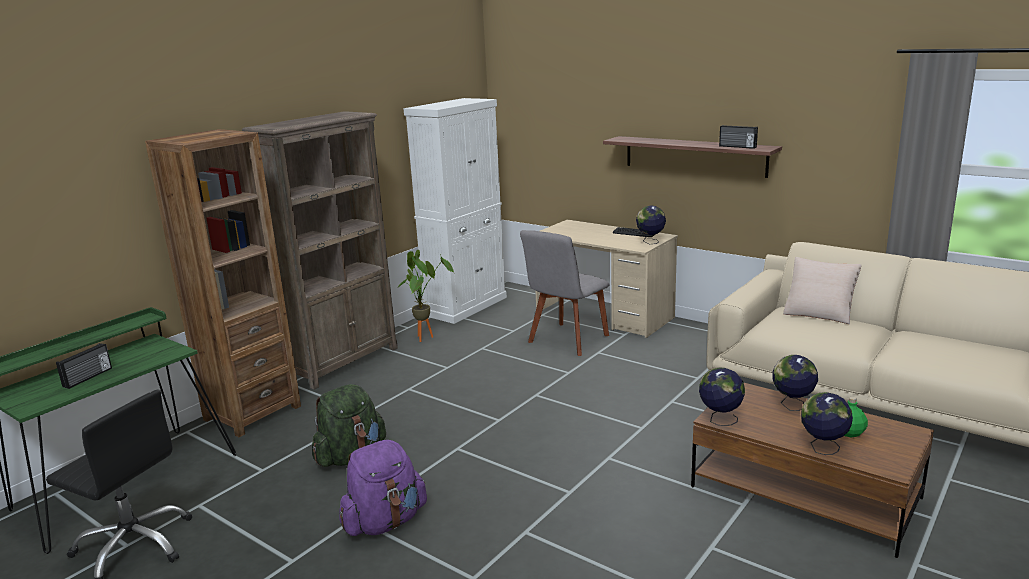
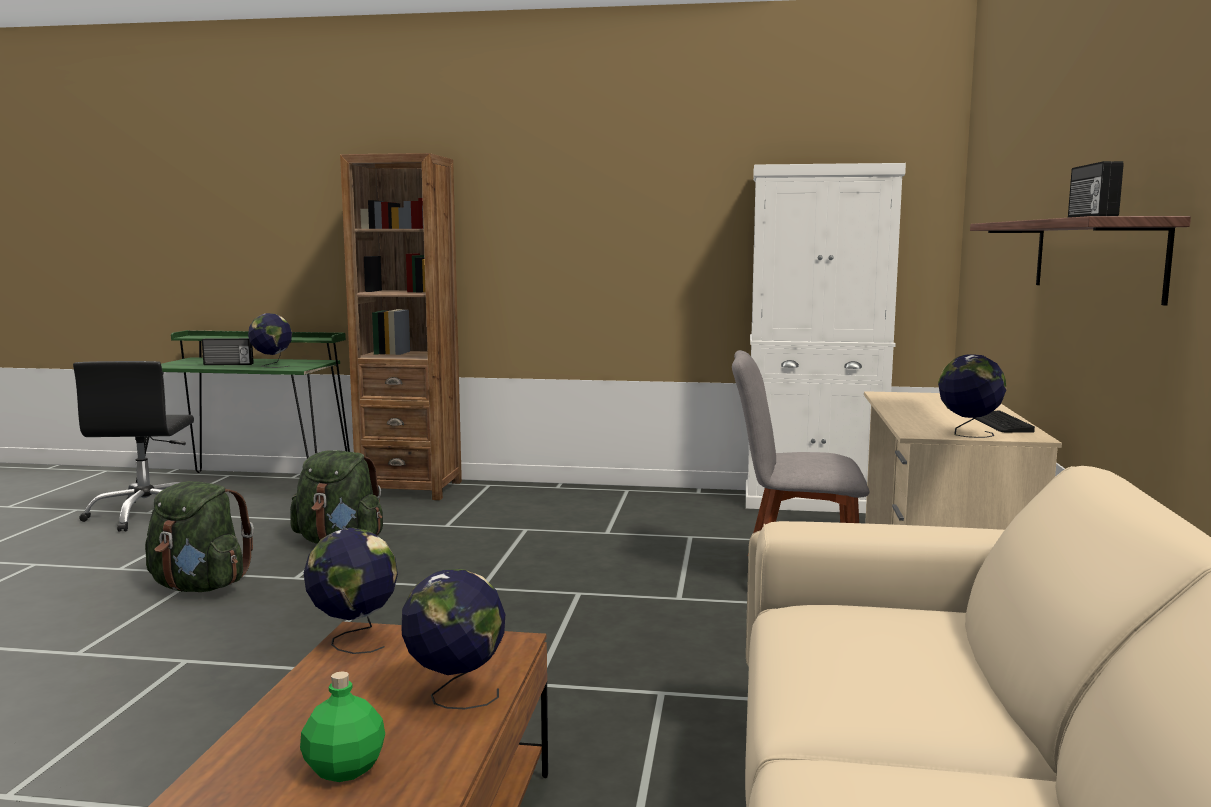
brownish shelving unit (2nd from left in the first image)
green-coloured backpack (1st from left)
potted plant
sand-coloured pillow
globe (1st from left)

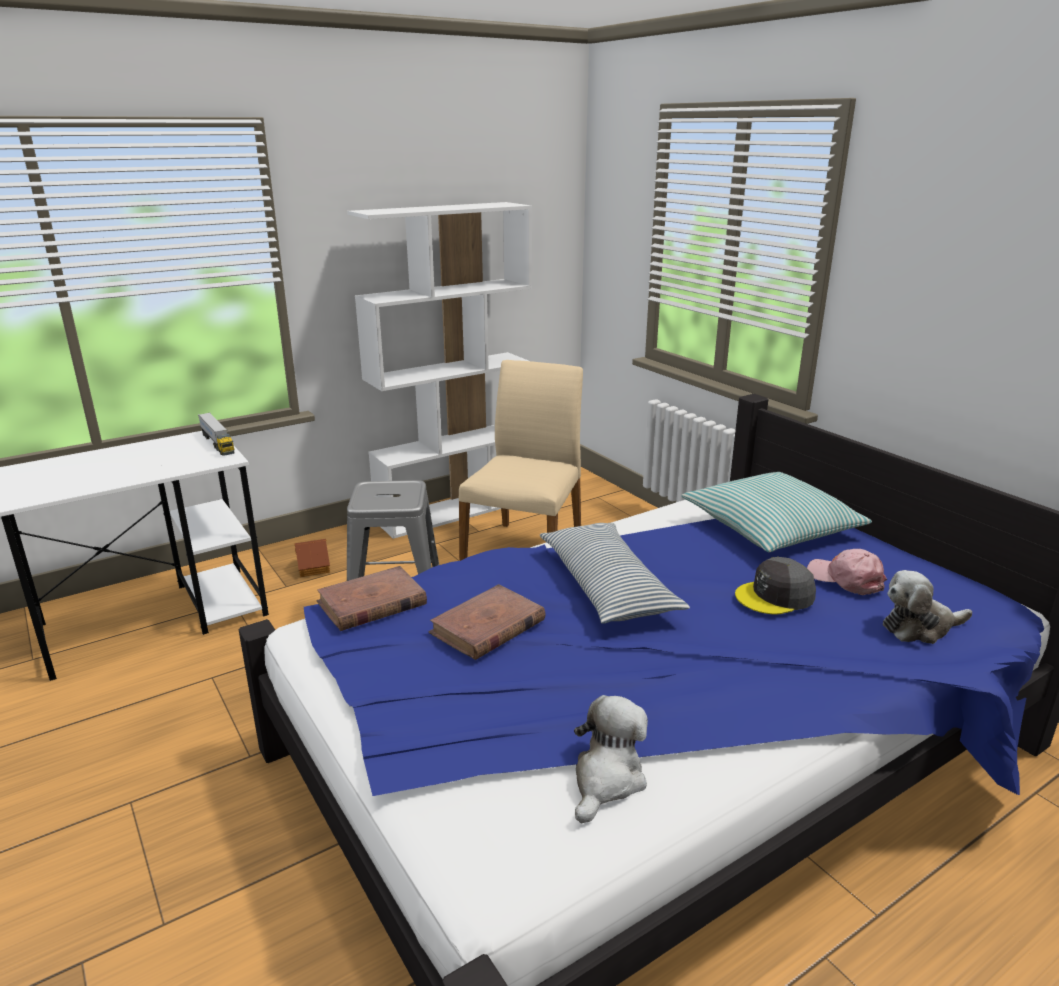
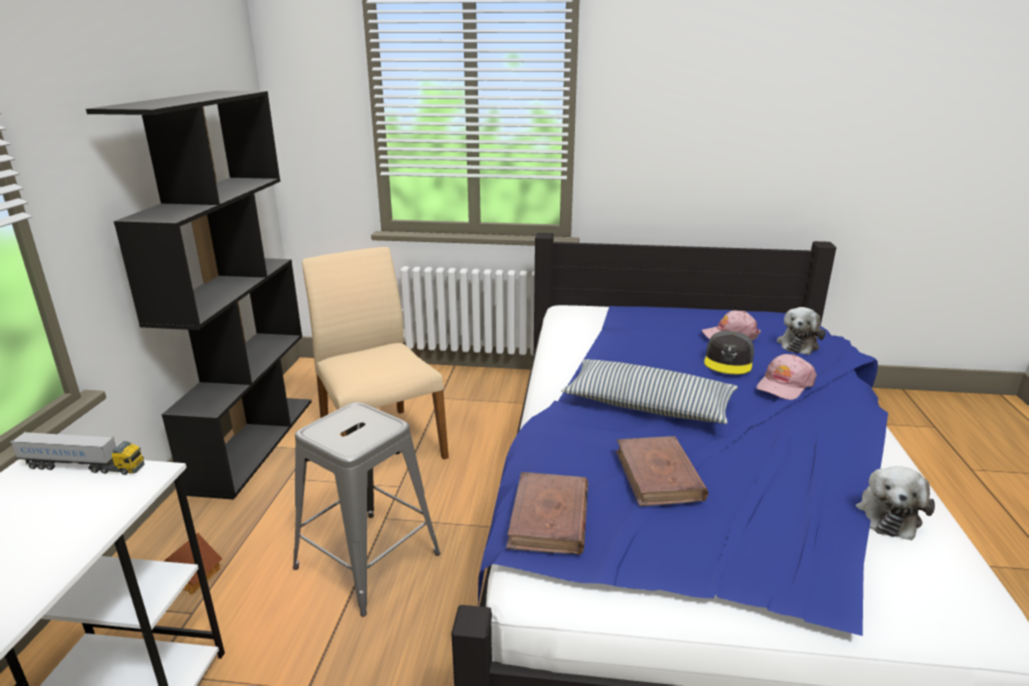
black-coloured shelving unit
plush toy (2nd from left)
pillow (2nd from left in the first image)
pinkish peaked cap (2nd from left)

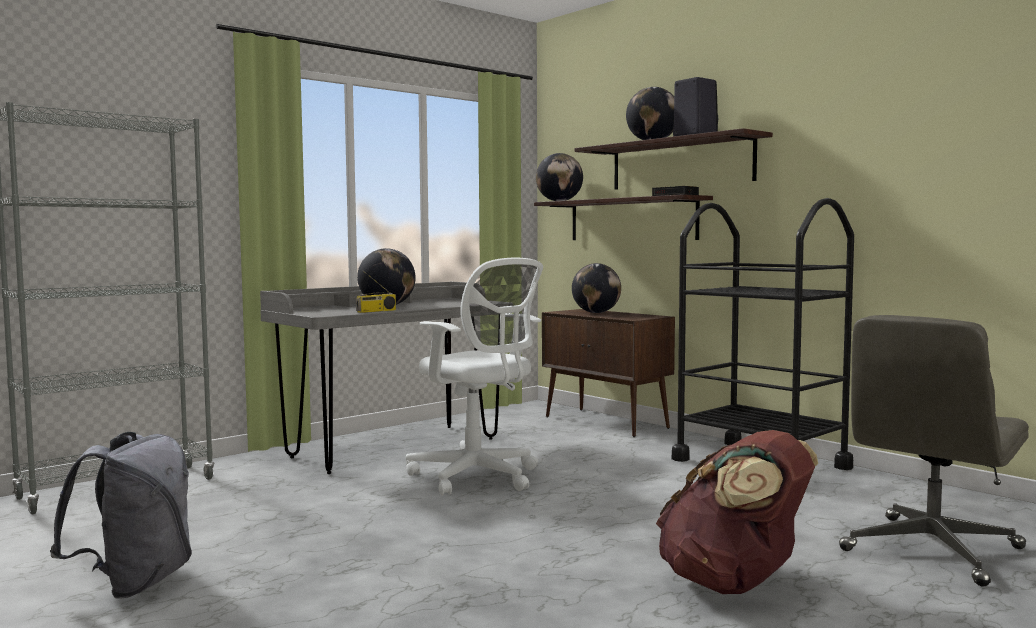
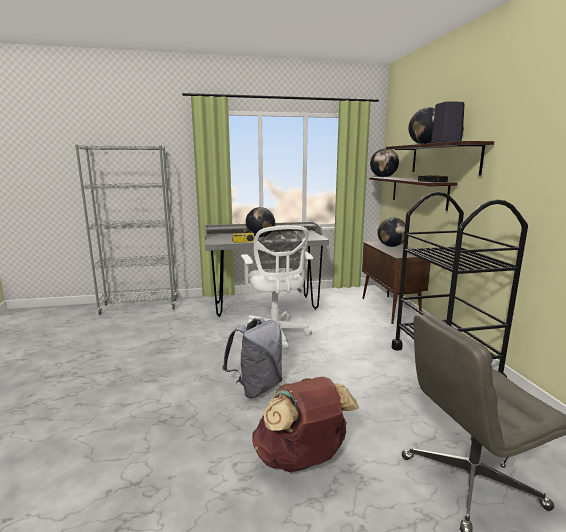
greyish backpack

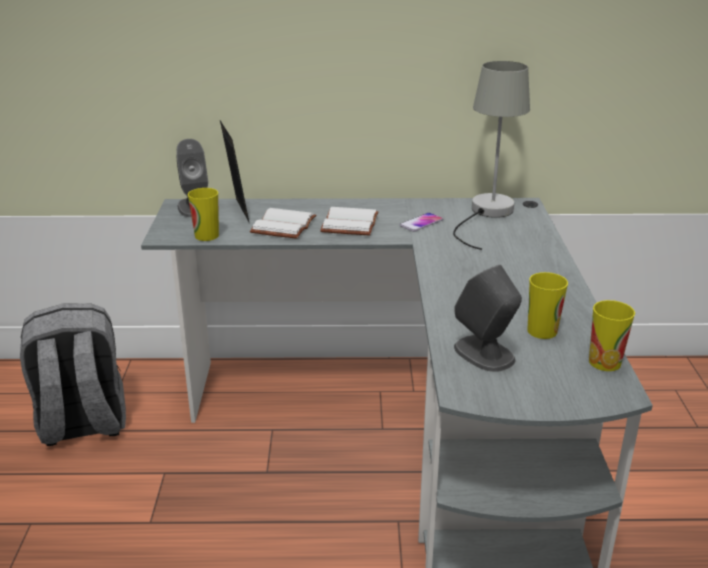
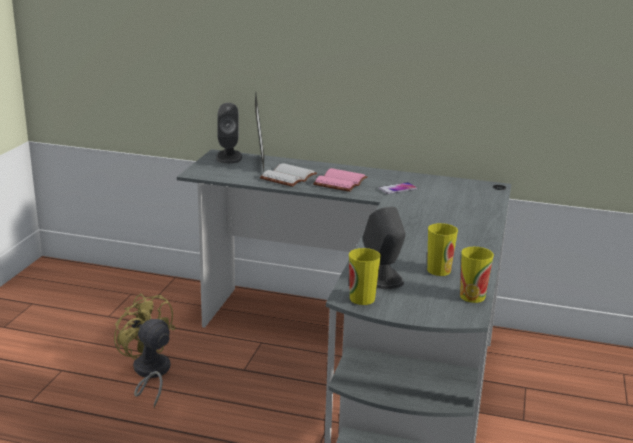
greyish backpack
small cup (1st from left)
pinkish volume
greyish tabletop lamp
yellowish cooling fan

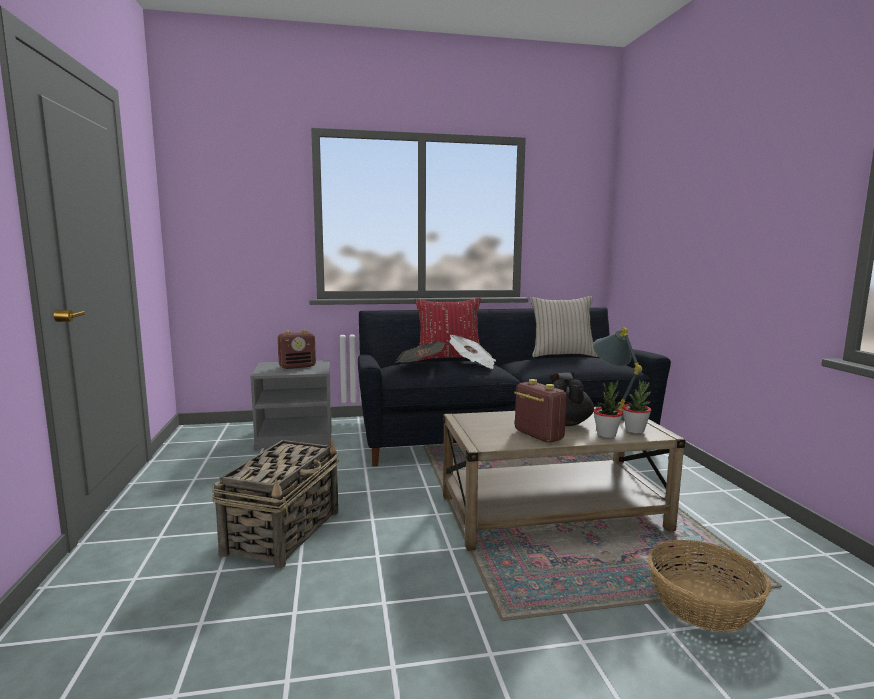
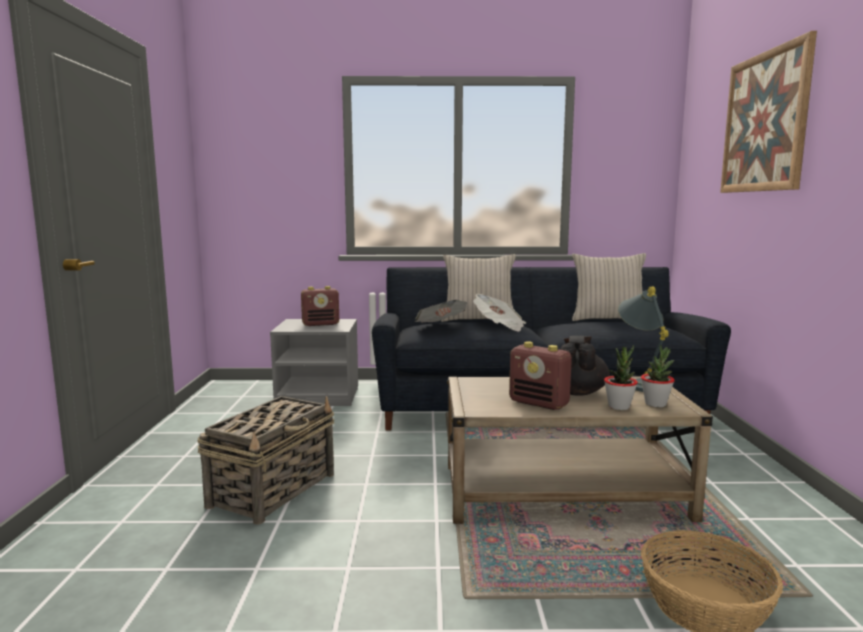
sand-coloured pillow (1st from left)
radio set (2nd from left)
picture

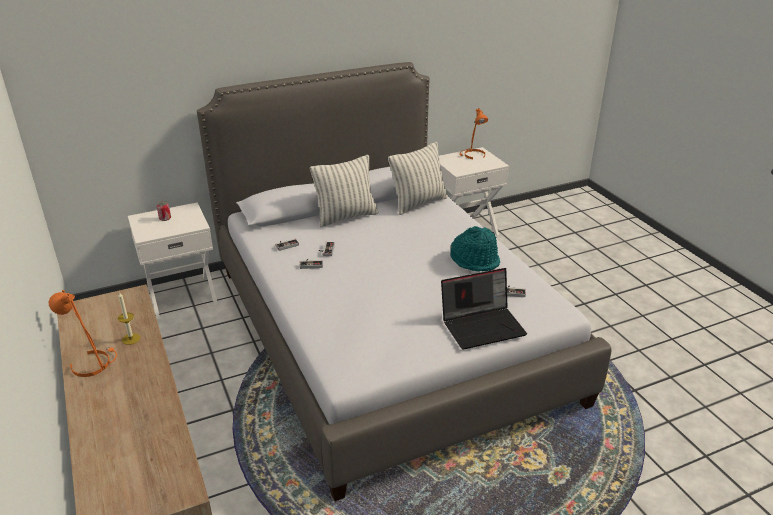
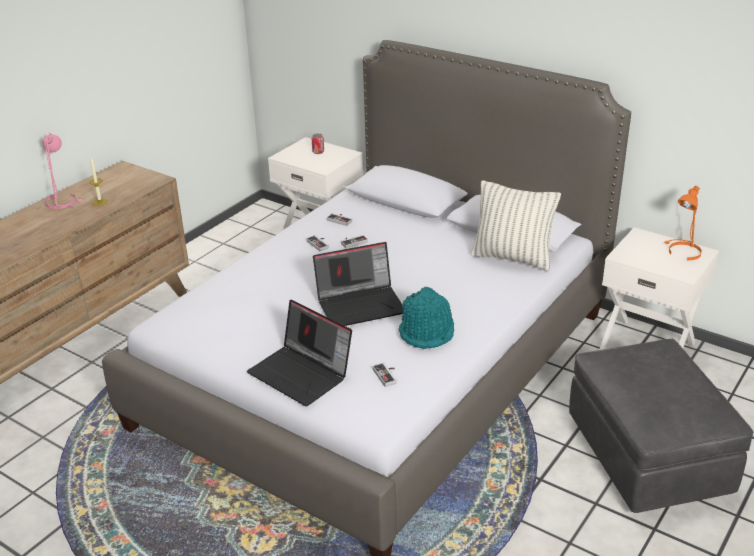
pinkish tabletop lamp
pillow (1st from left in the first image)
portable computer (2nd from left)
greyish footrest

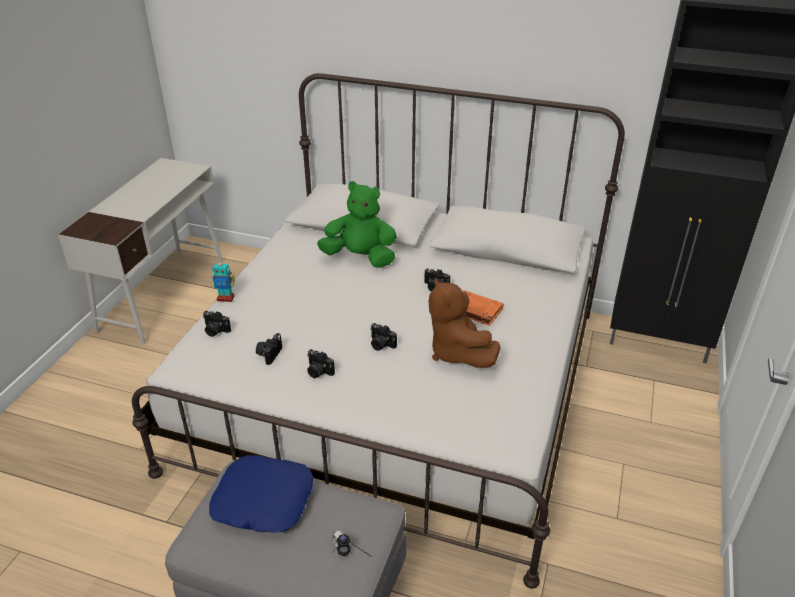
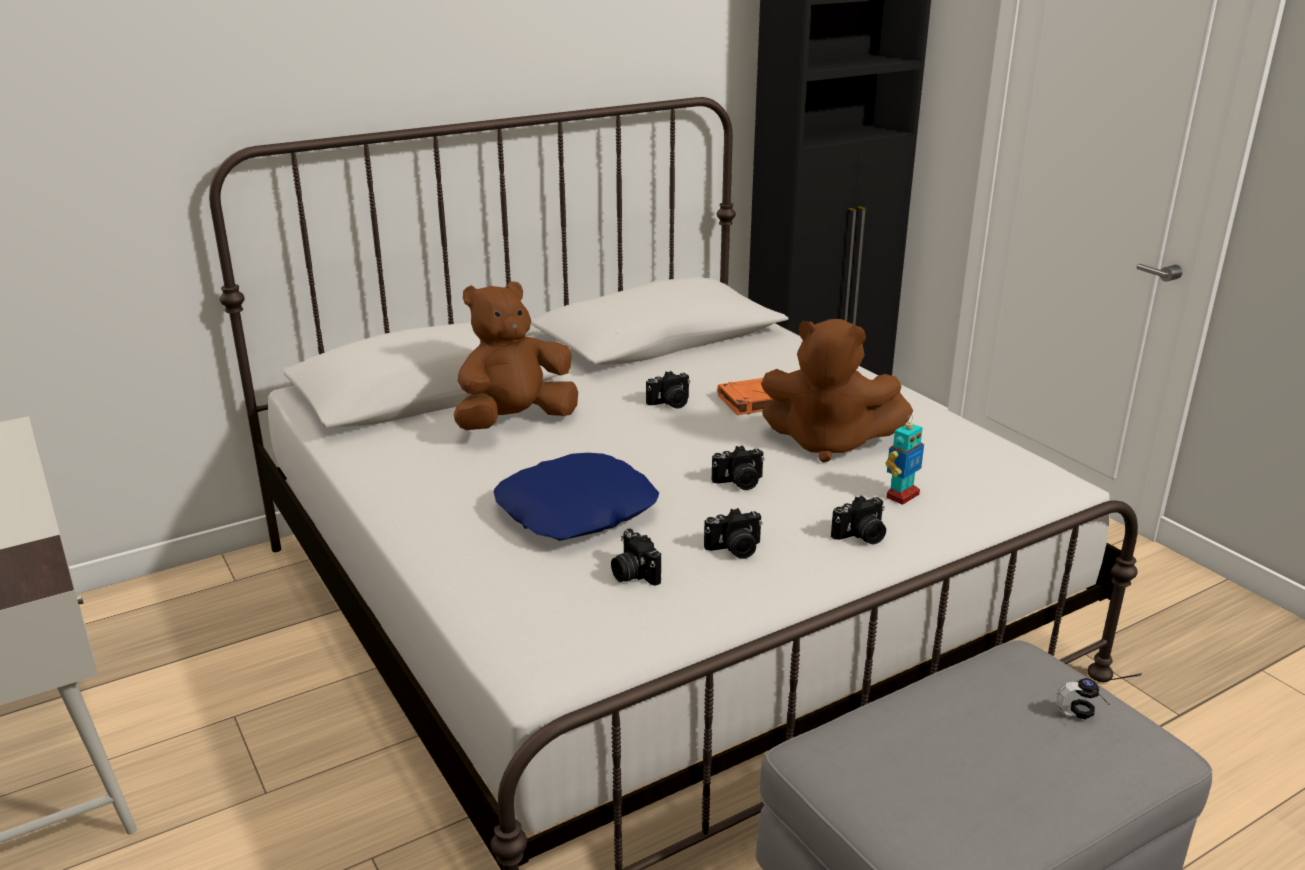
still camera (5th from left)
blue-coloured pillow
toy robot
brownish plush toy (1st from left)

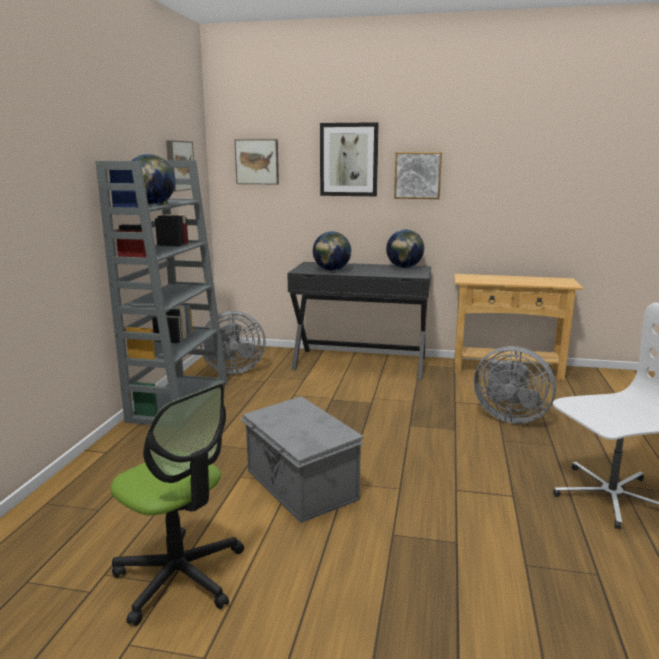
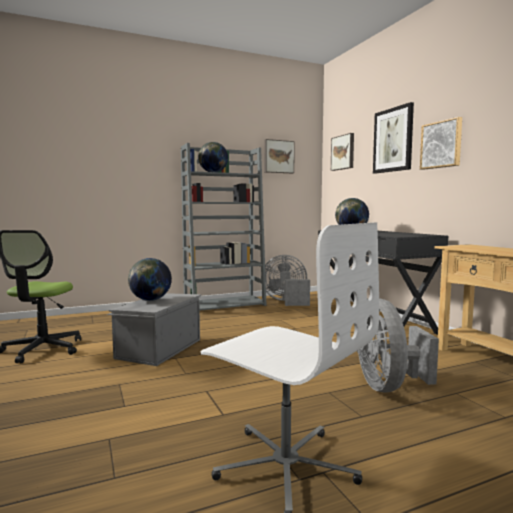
greyish cooling fan (1st from left)
globe (1st from left)

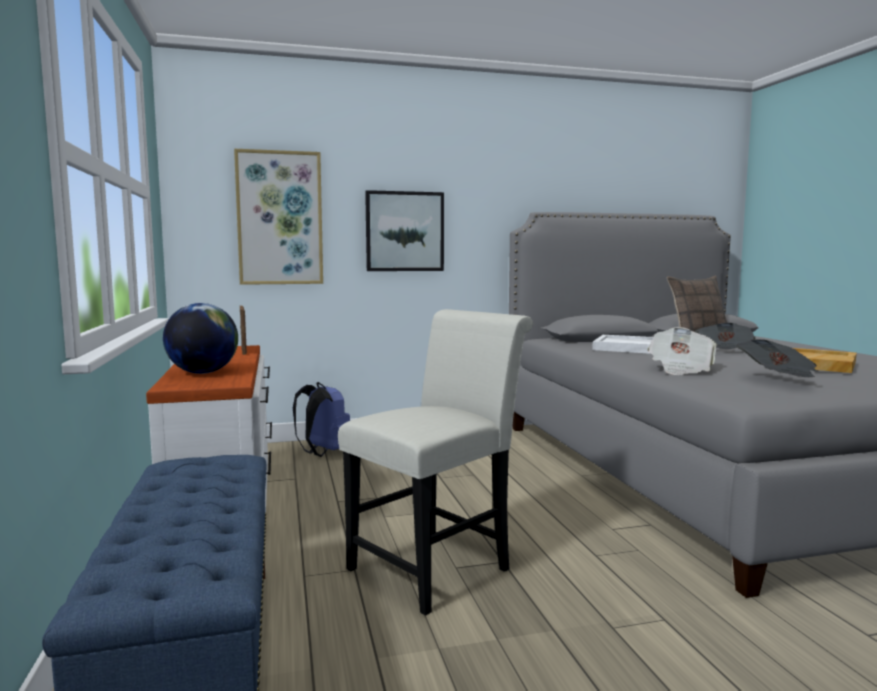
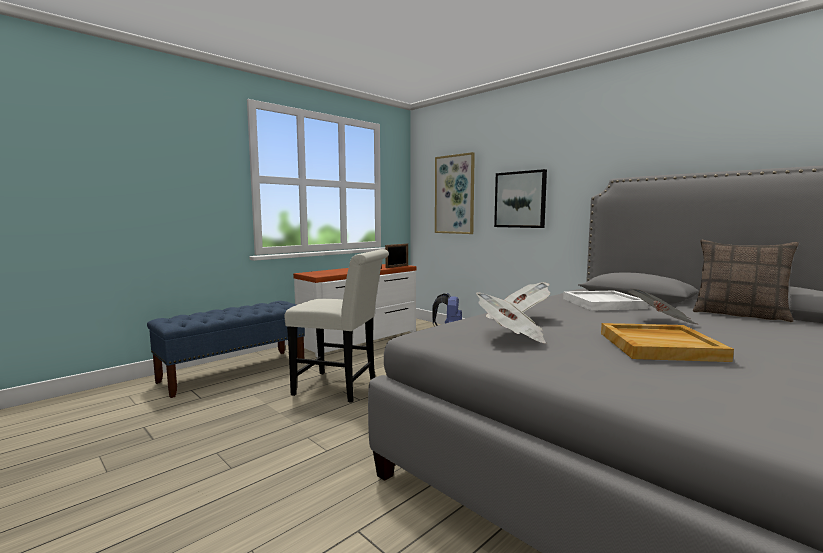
globe

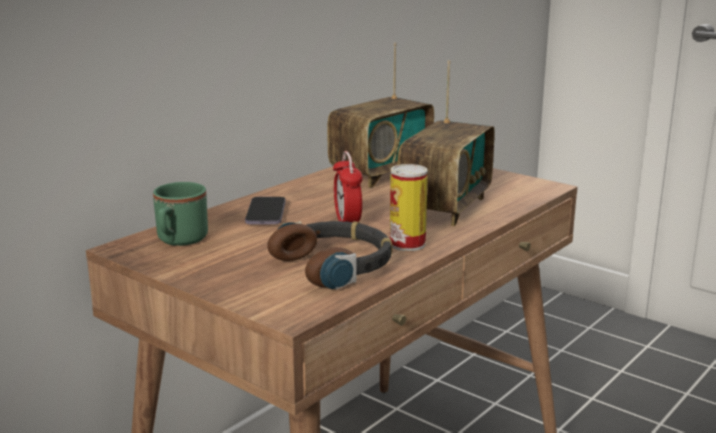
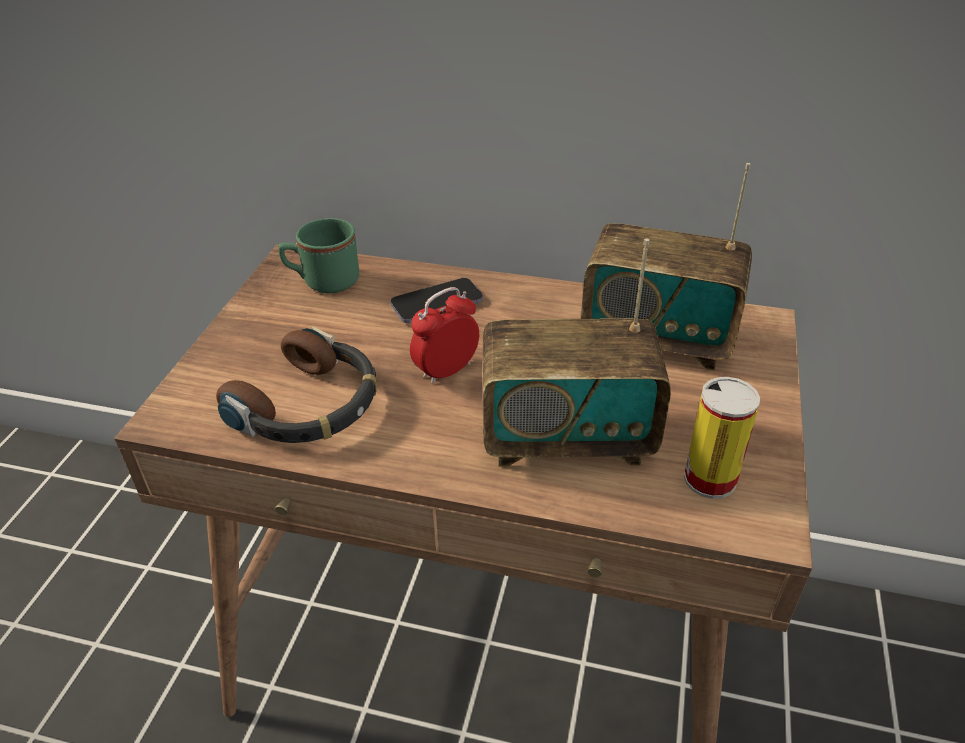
metal can

